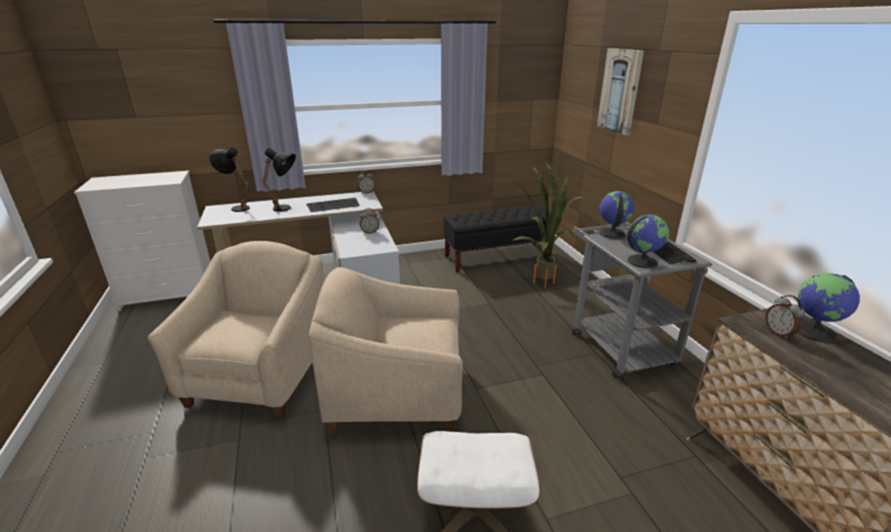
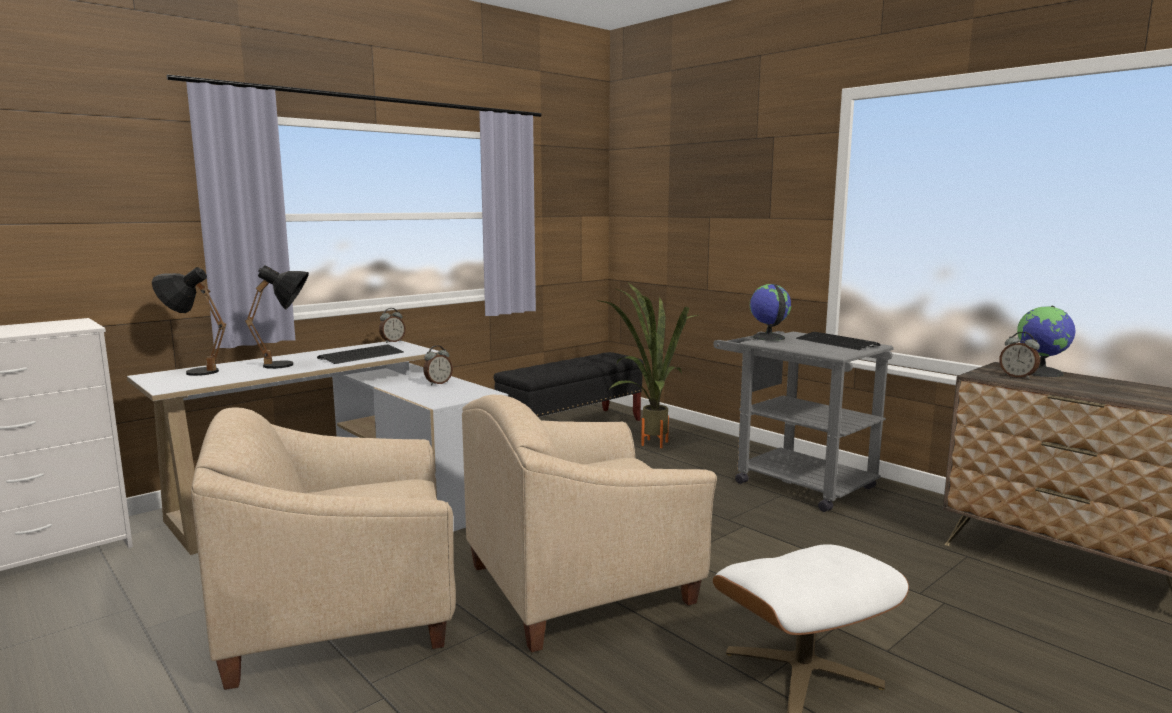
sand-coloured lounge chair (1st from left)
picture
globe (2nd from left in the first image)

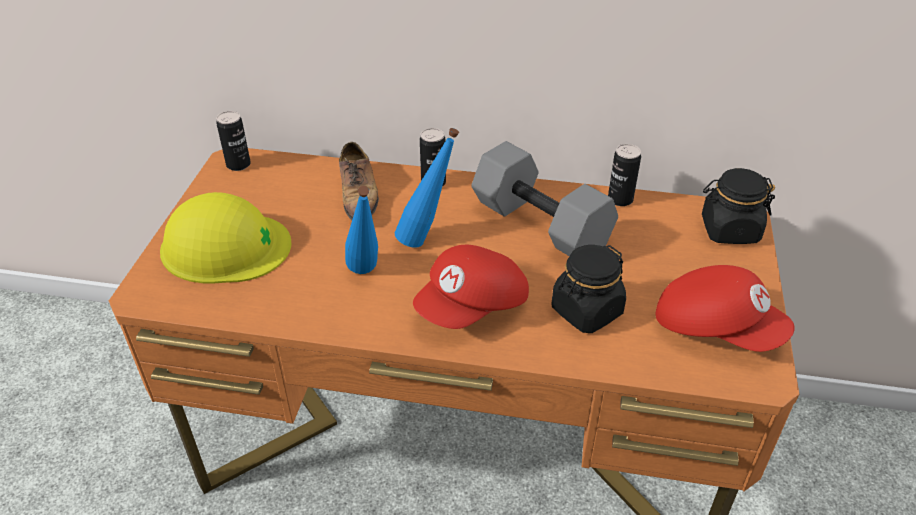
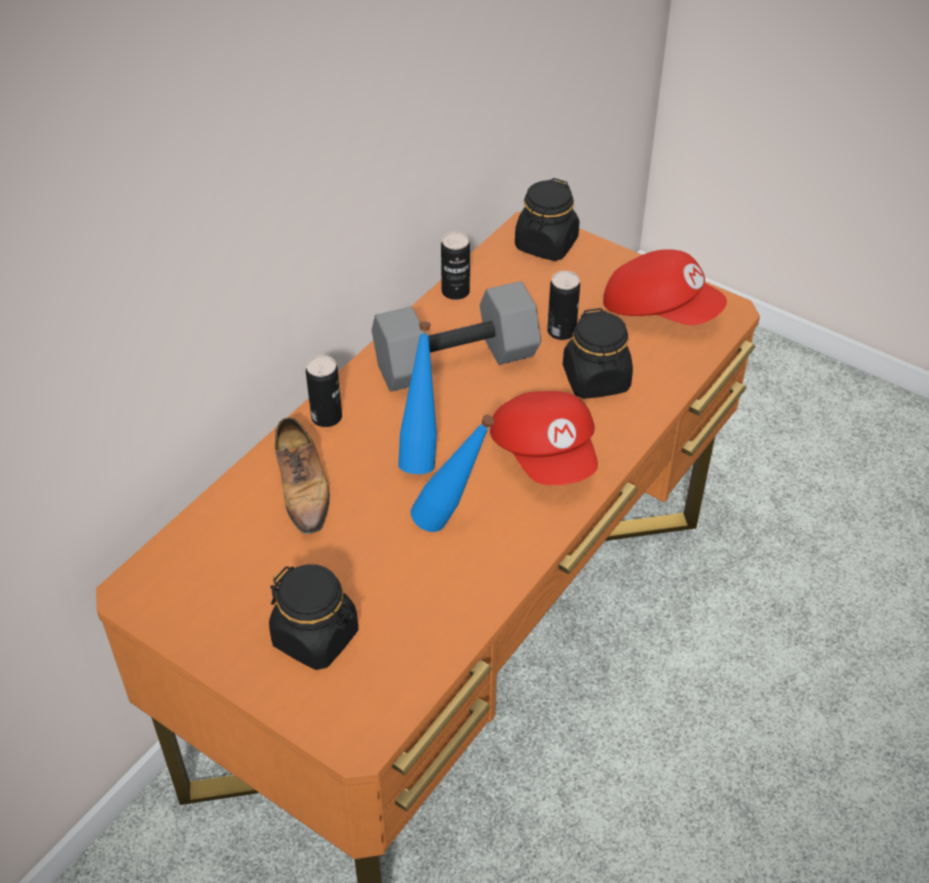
black-coloured storage jar (1st from left)
metal can (3rd from left)
shoe
red-coloured peaked cap (2nd from left)

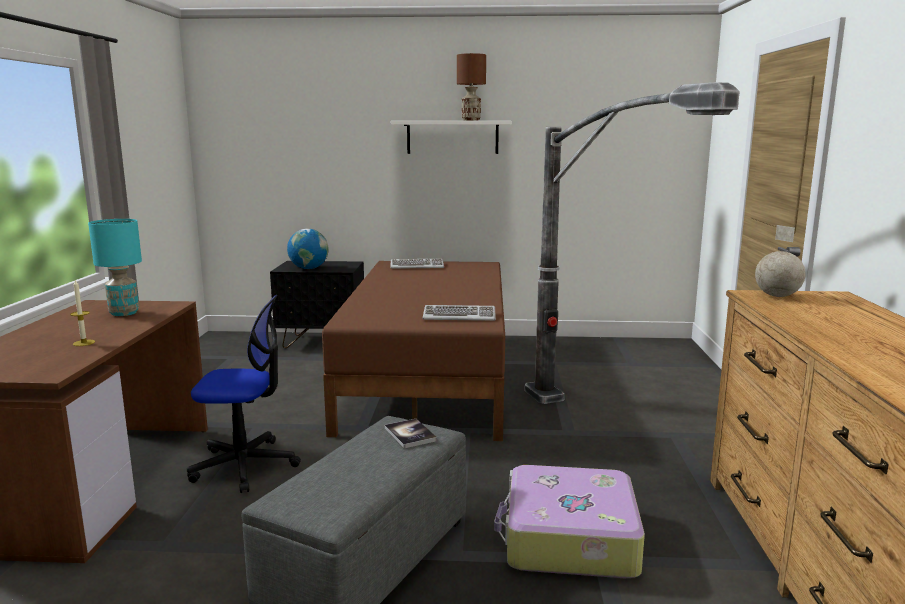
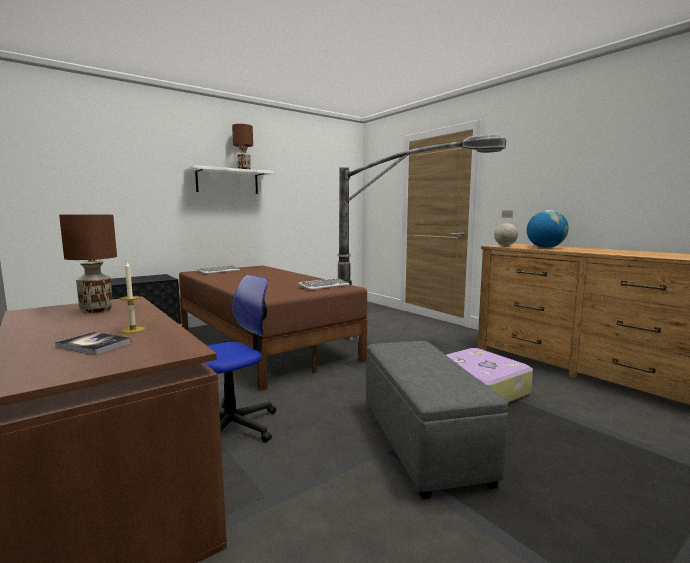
brownish tabletop lamp (1st from left)
globe (2nd from left)
volume

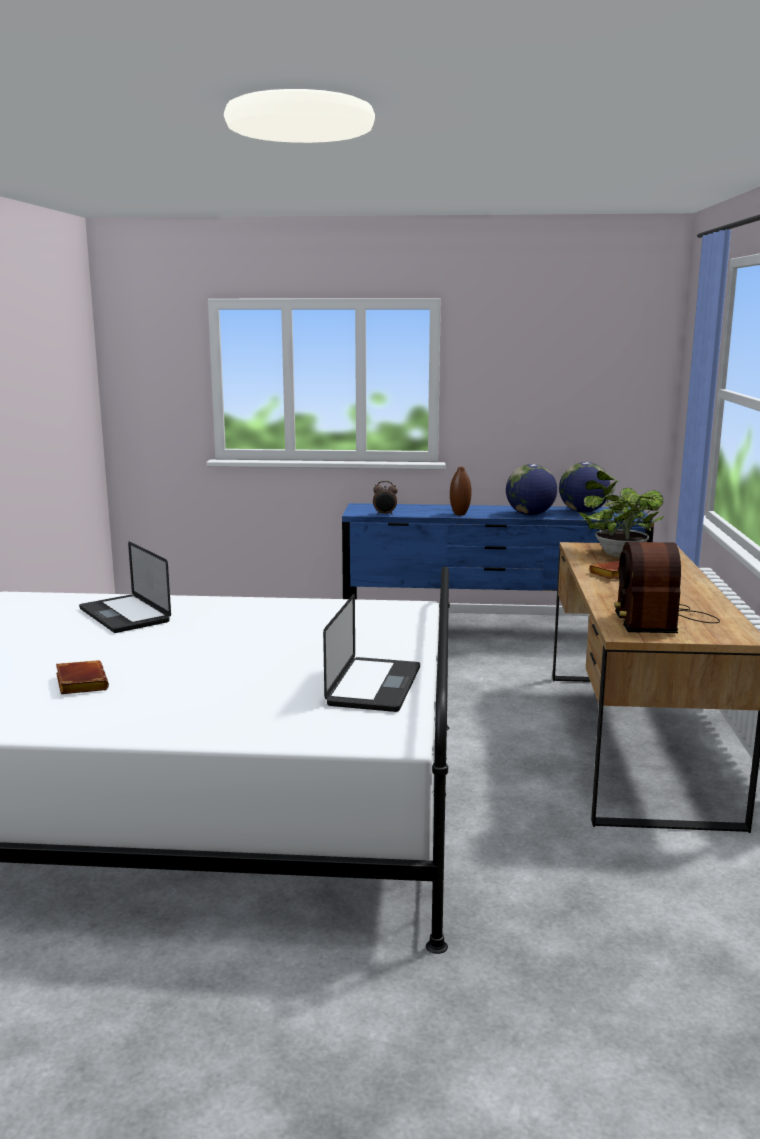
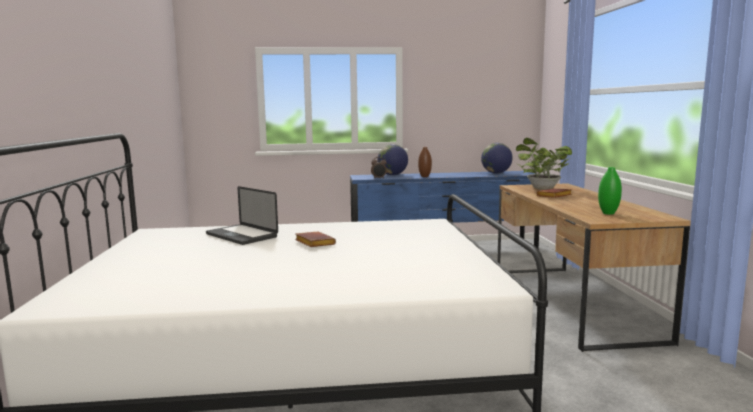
brownish volume (1st from left)
portable computer (2nd from left in the first image)
globe (1st from left)
green-coloured flower vase

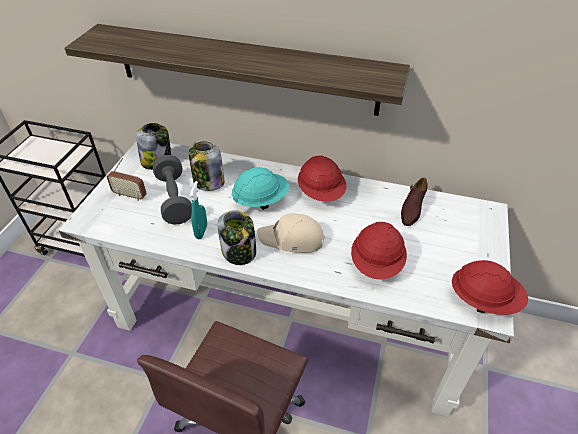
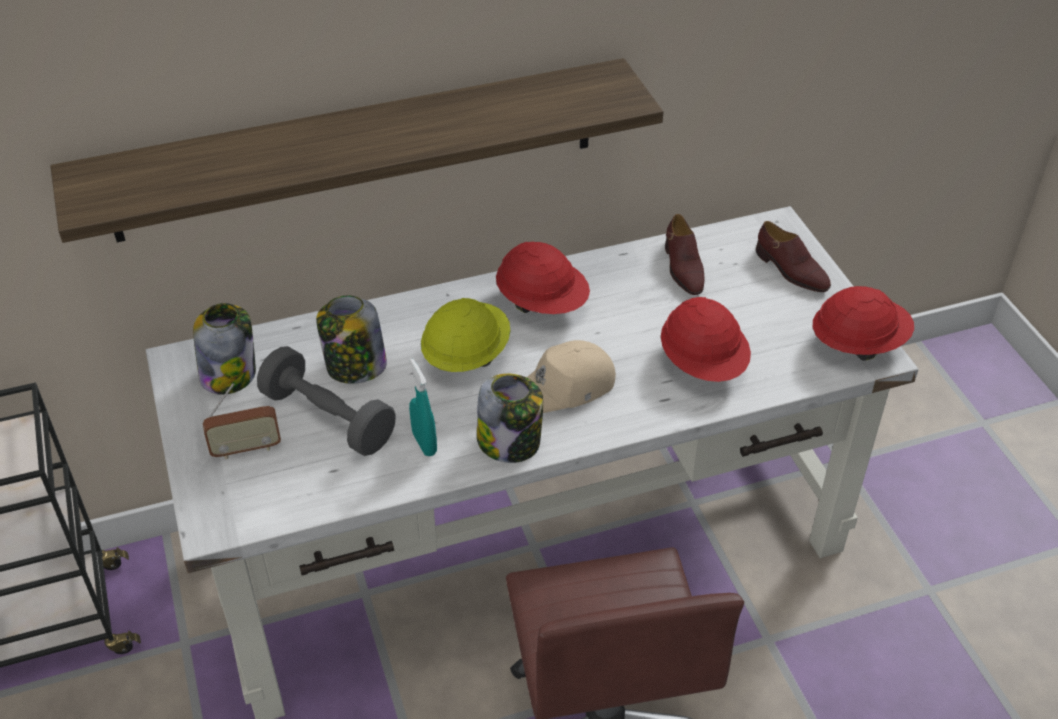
yellowish work helmet
brownish shoe (2nd from left)

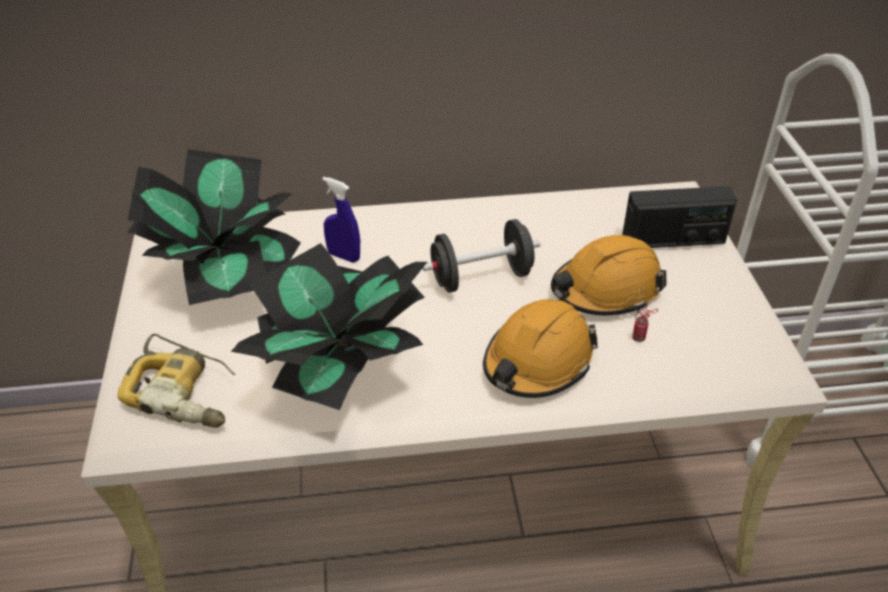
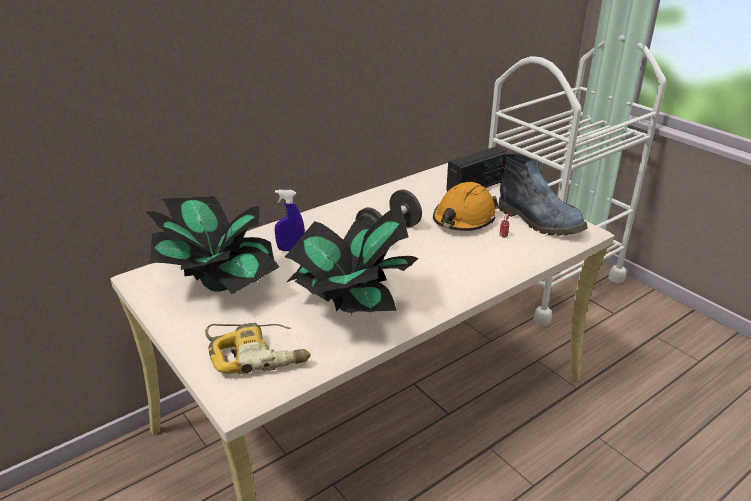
orange work helmet (1st from left in the first image)
high-top boot

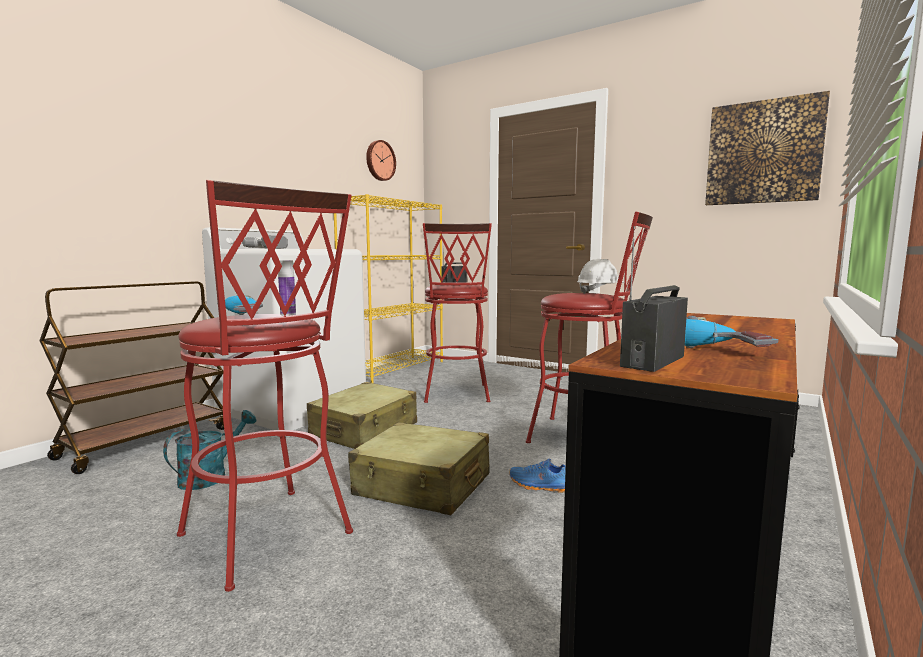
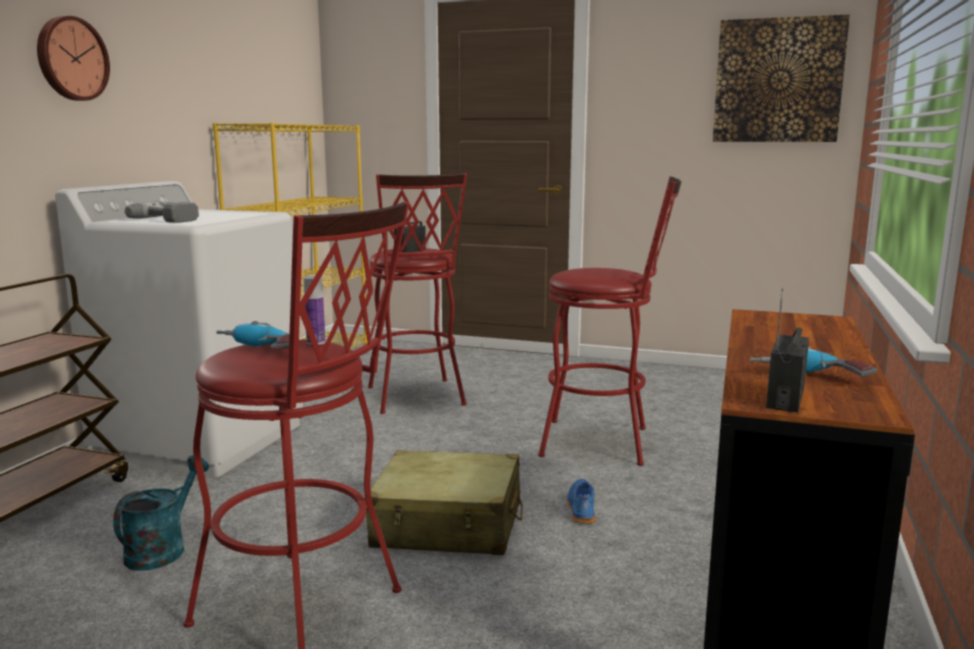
sand-coloured suitcase (1st from left in the first image)
hanging clock
blue-coloured shoe
white-coloured work helmet

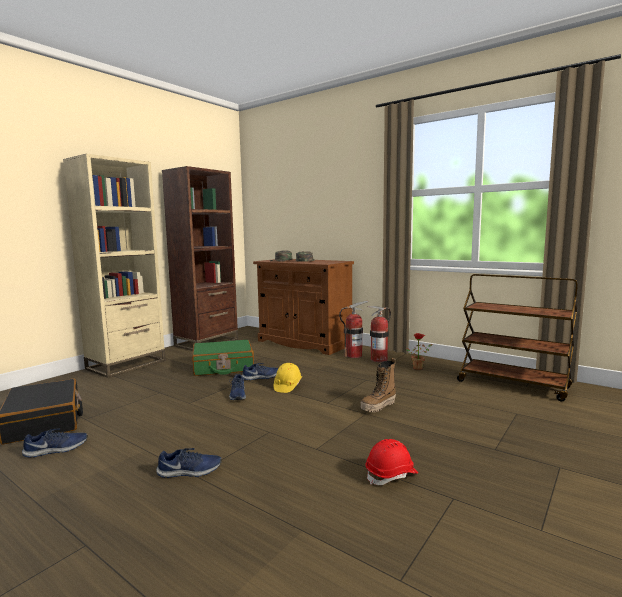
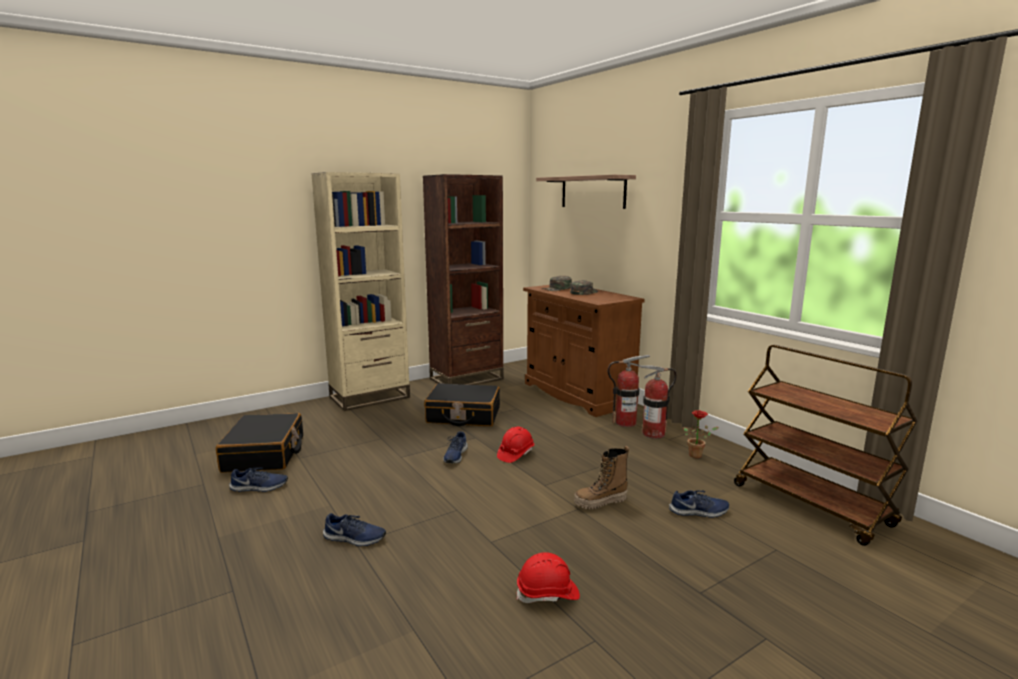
black-coloured suitcase (2nd from left)
blue-coloured shoe (4th from left)
red-coloured work helmet (1st from left)
shelf

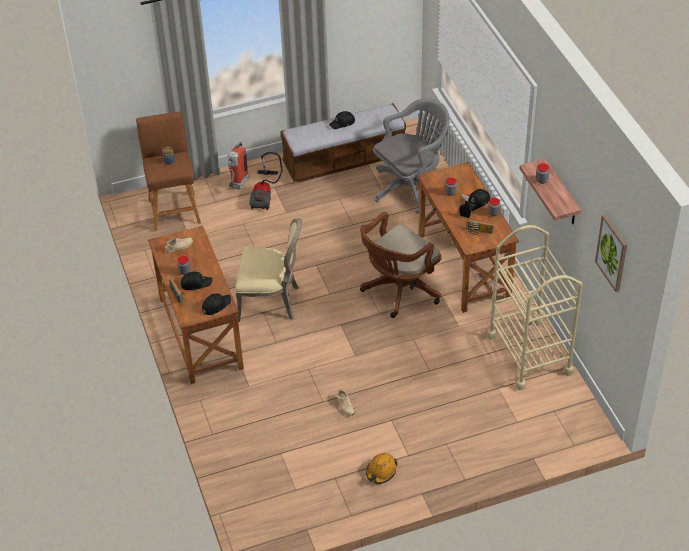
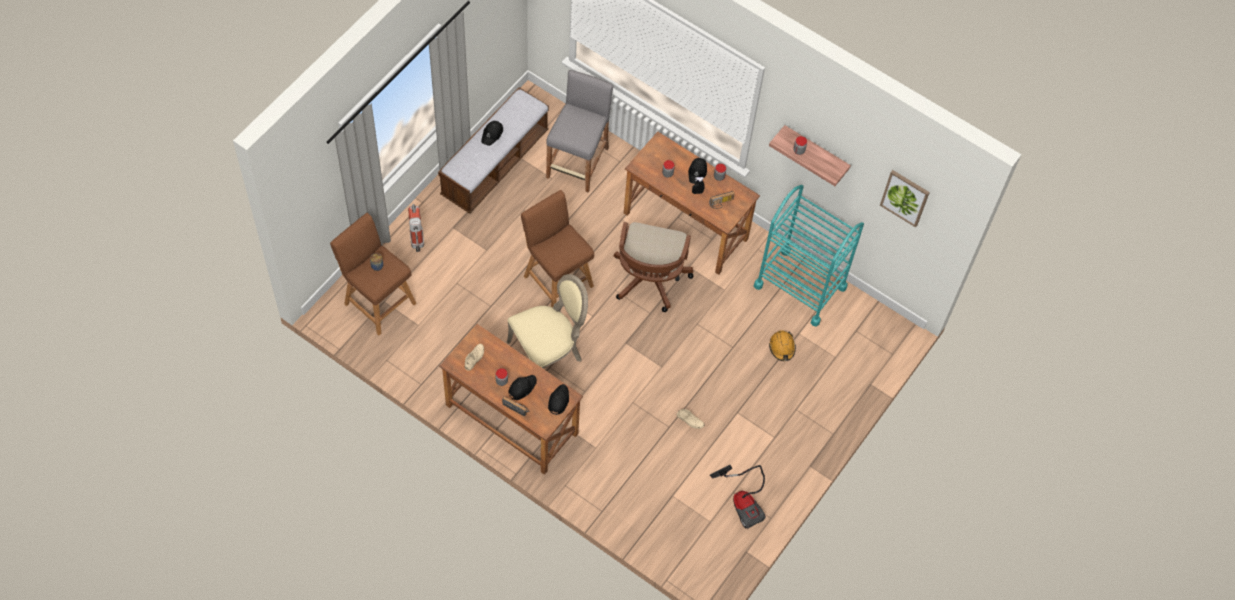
hoover
orange work helmet
greyish sitting stool
turquoise wheeled cart
brownish sitting stool (2nd from left)

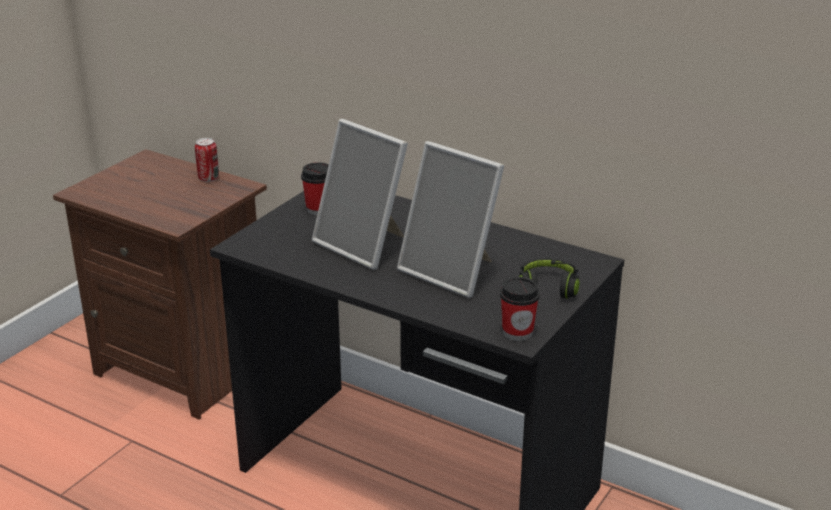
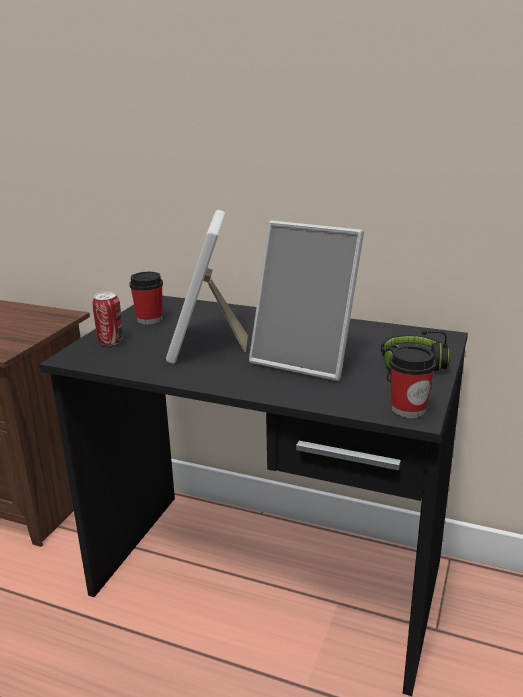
metal can
picture frame (1st from left)

